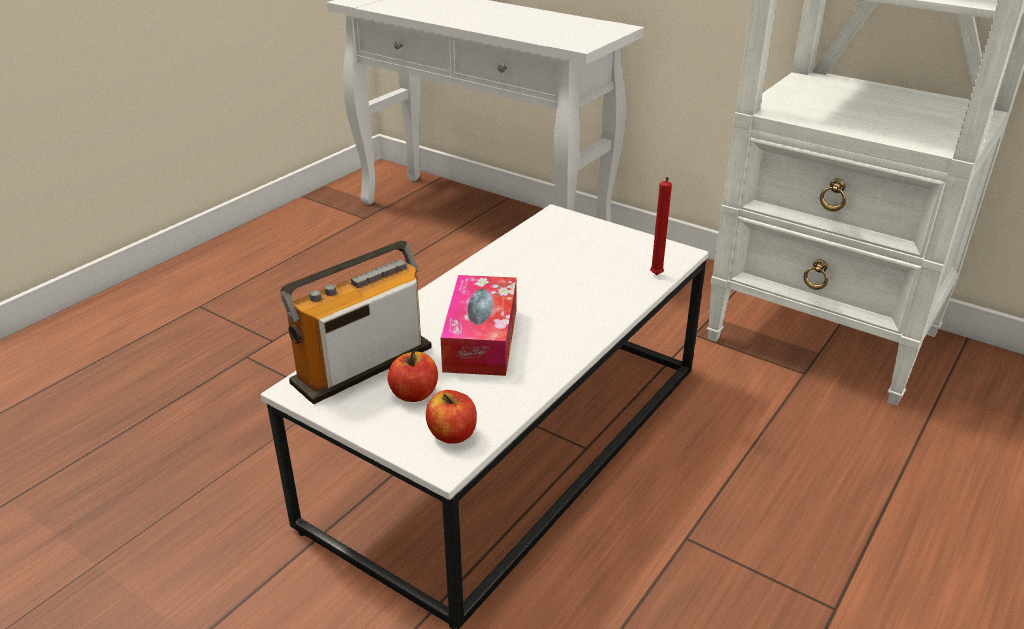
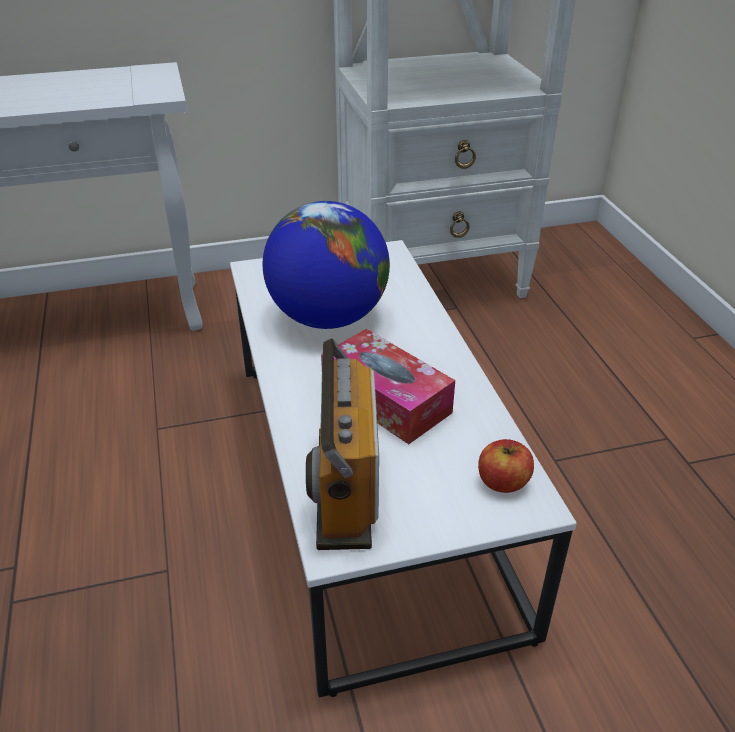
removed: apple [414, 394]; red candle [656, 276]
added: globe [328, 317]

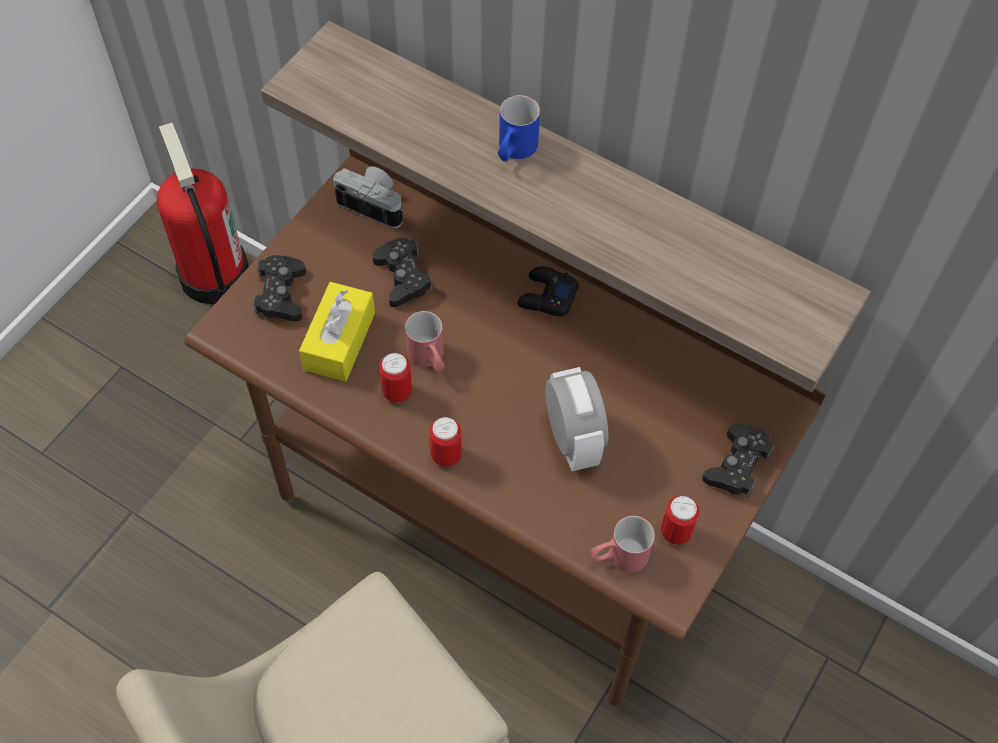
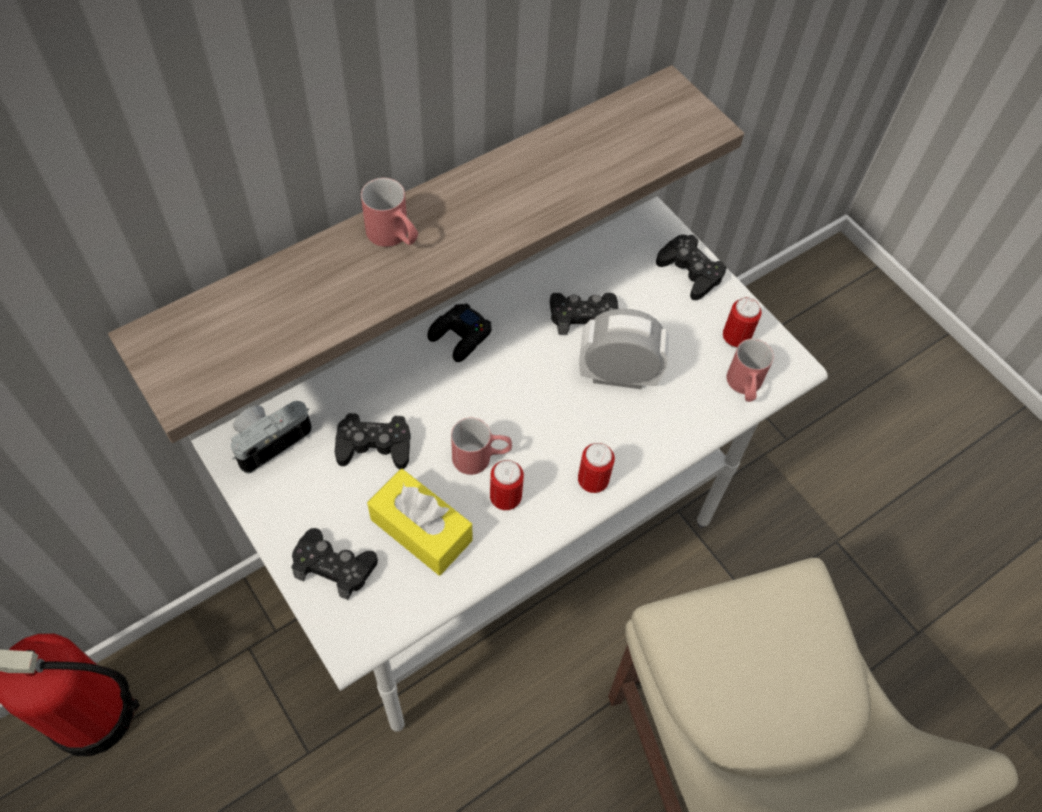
added: black game controller [583, 316]
recoloured: brown desk [495, 524] to white desk [508, 550]; blue mug [514, 152] to red mug [394, 237]

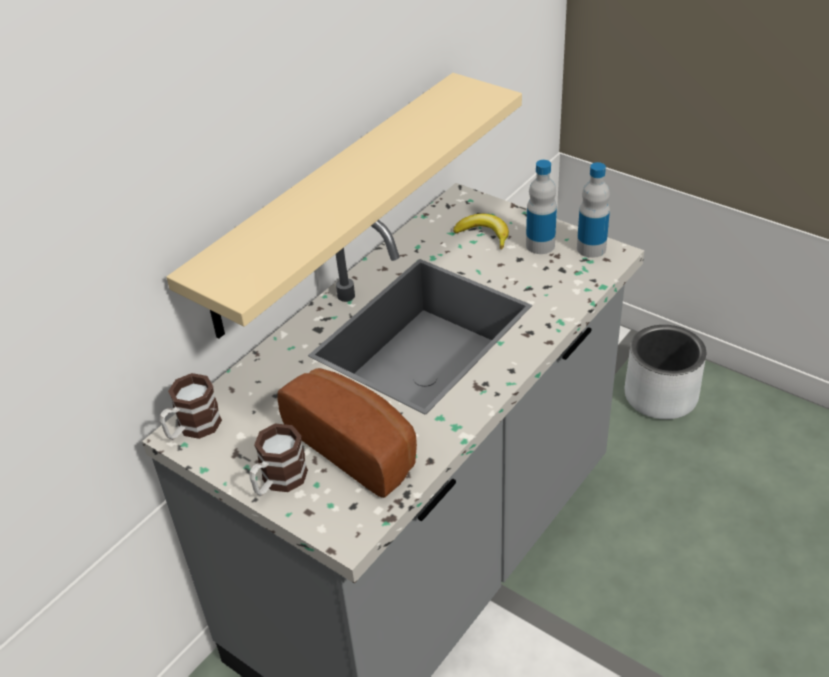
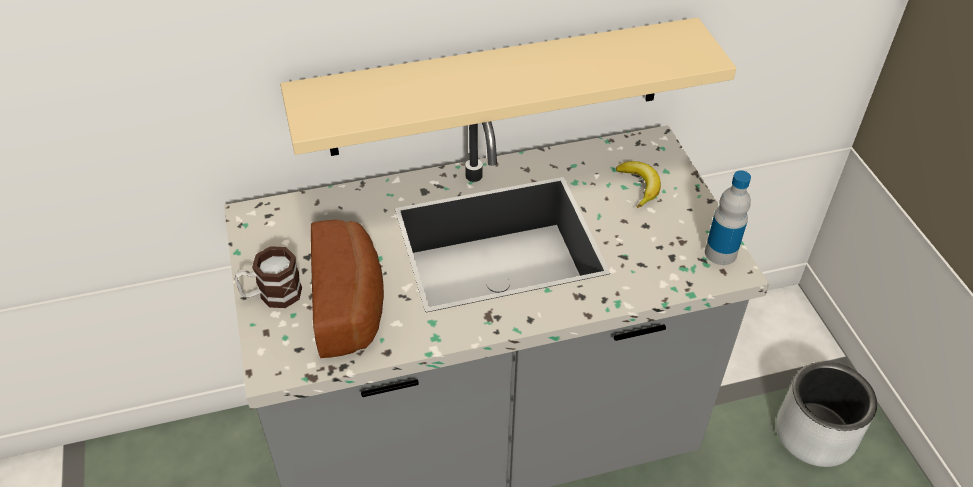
removed: mug [192, 428]; bottle [540, 245]

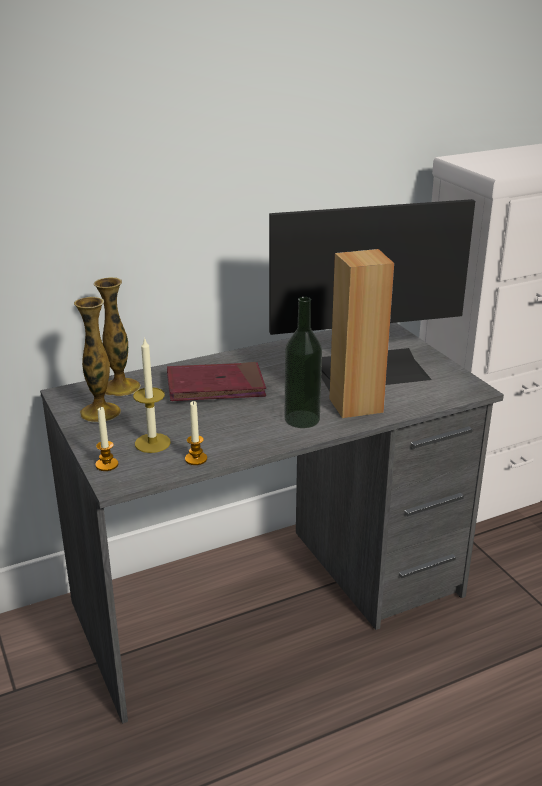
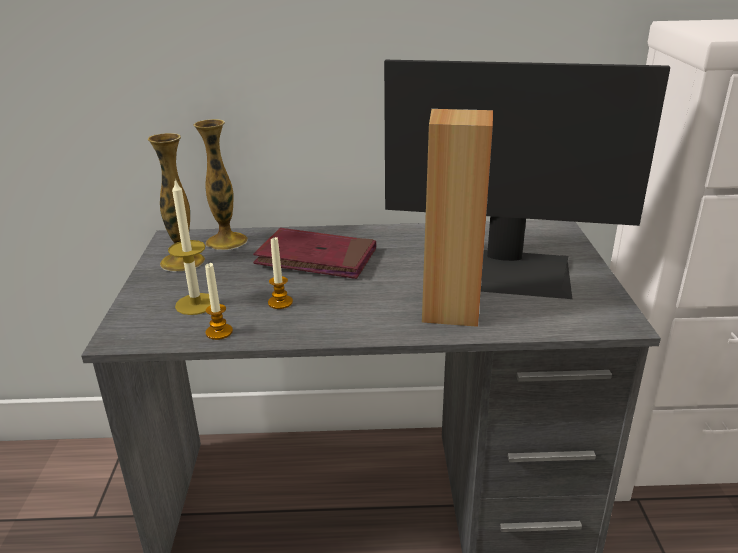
removed: bottle [302, 419]
moved: candle [107, 465] to [280, 302]

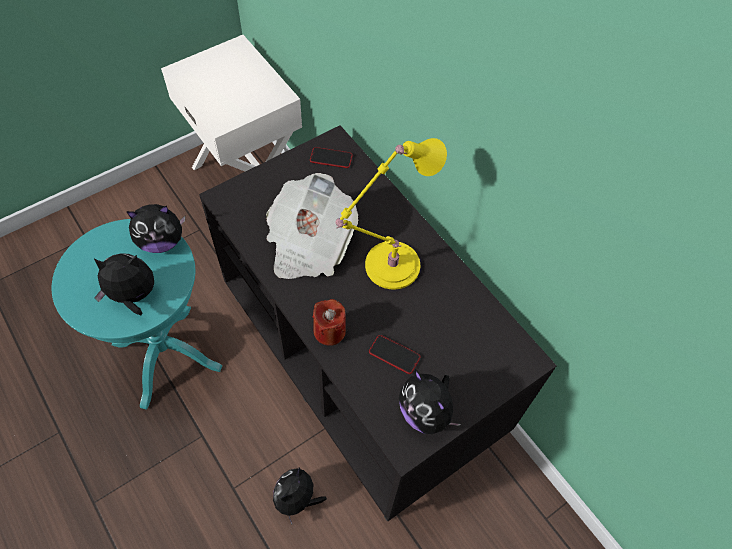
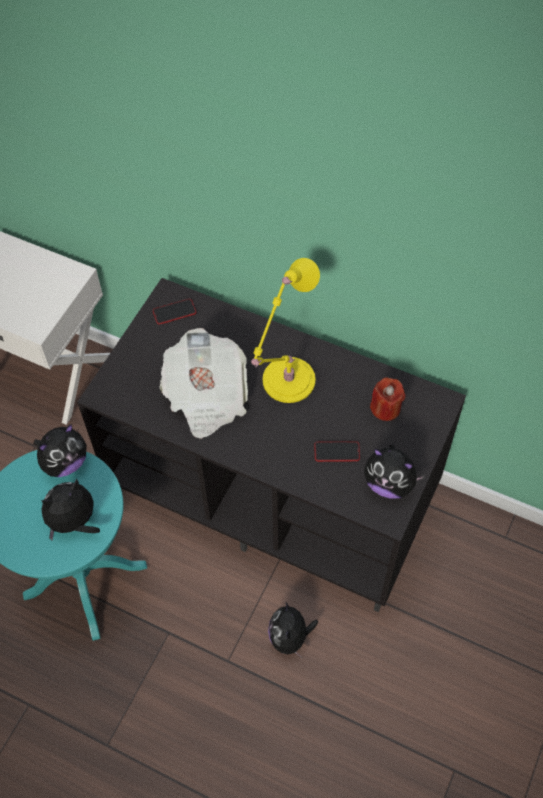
moved: red candle [329, 331] to [385, 408]

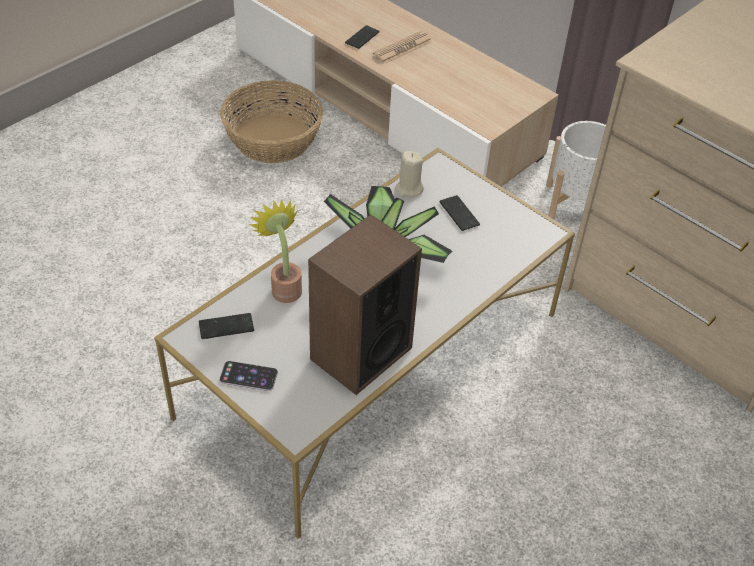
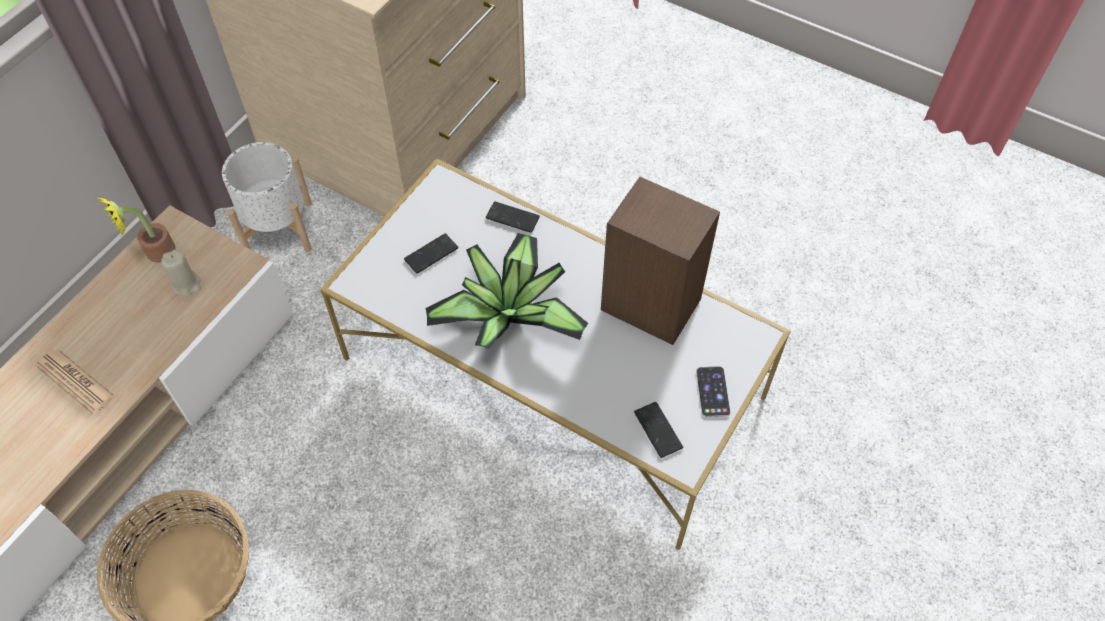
moved: potted plant [284, 287] to [154, 254]; beige candle [409, 189] to [187, 284]; phone [362, 38] to [512, 218]

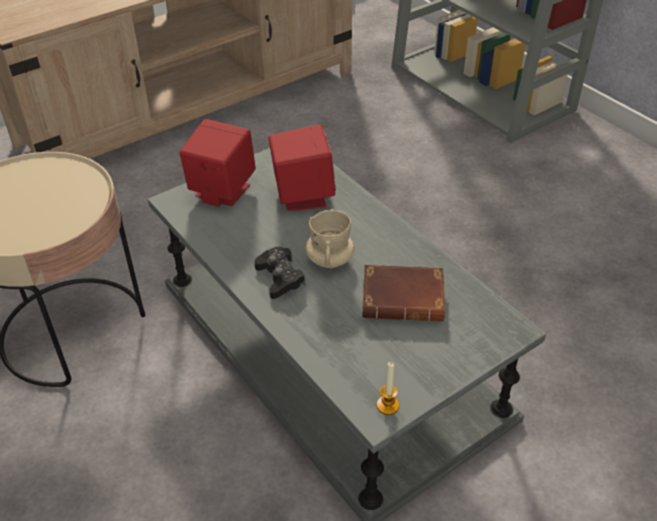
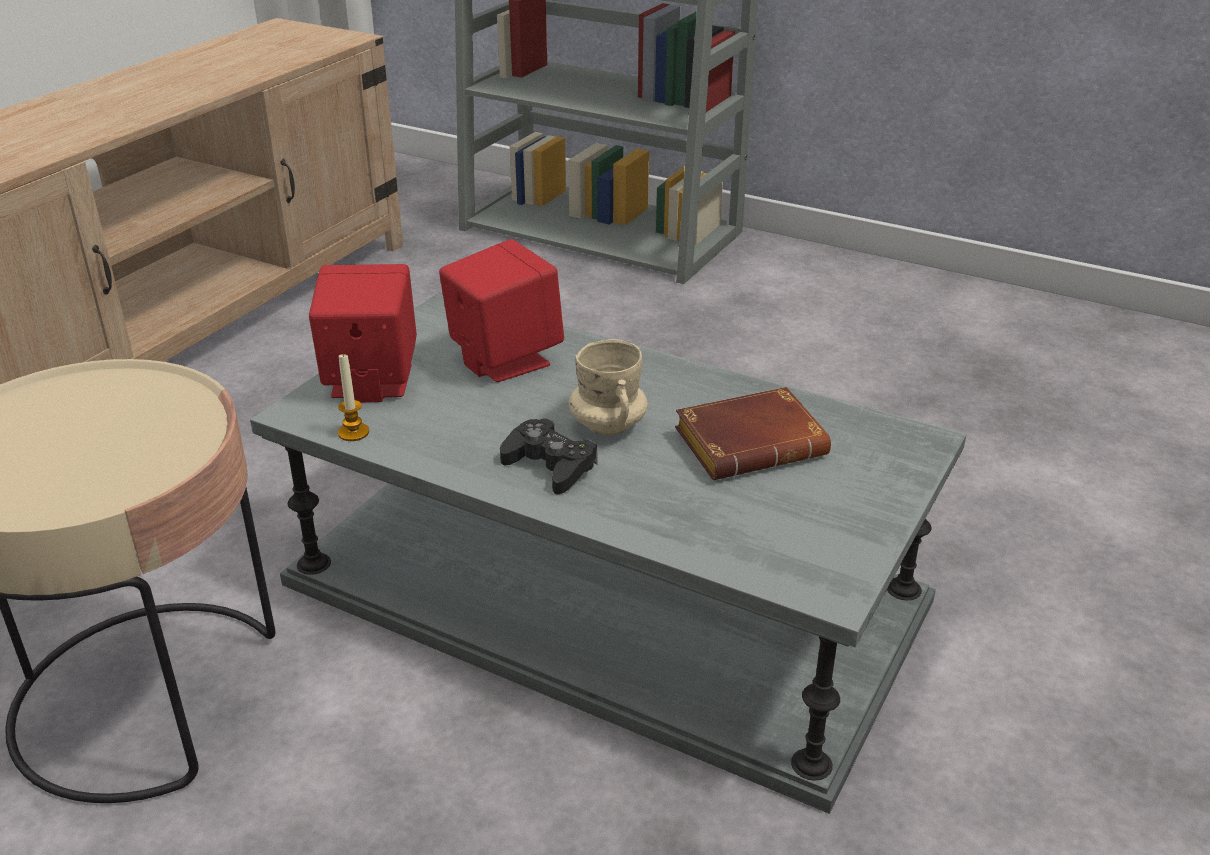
moved: candle [387, 405] to [353, 433]

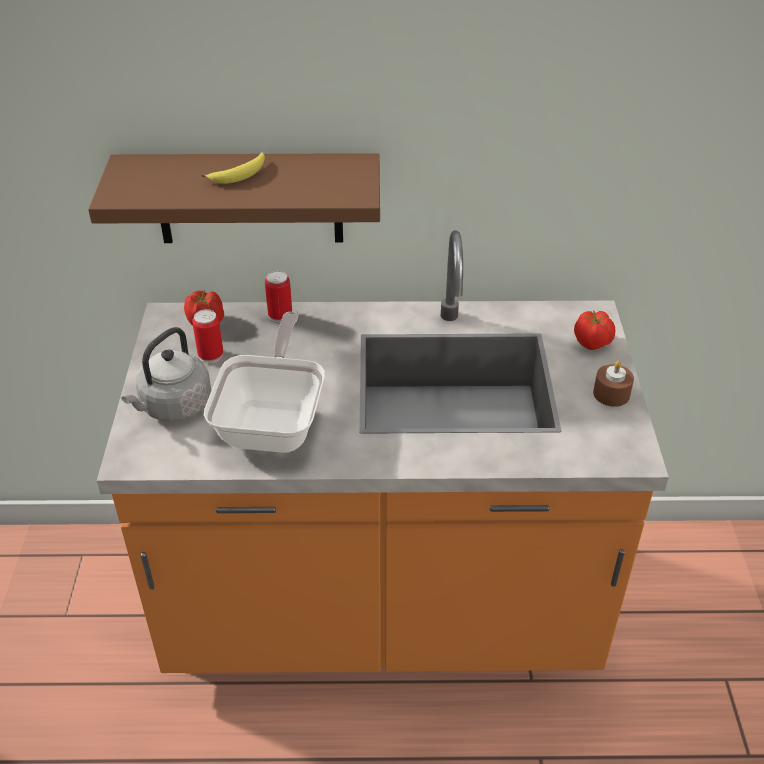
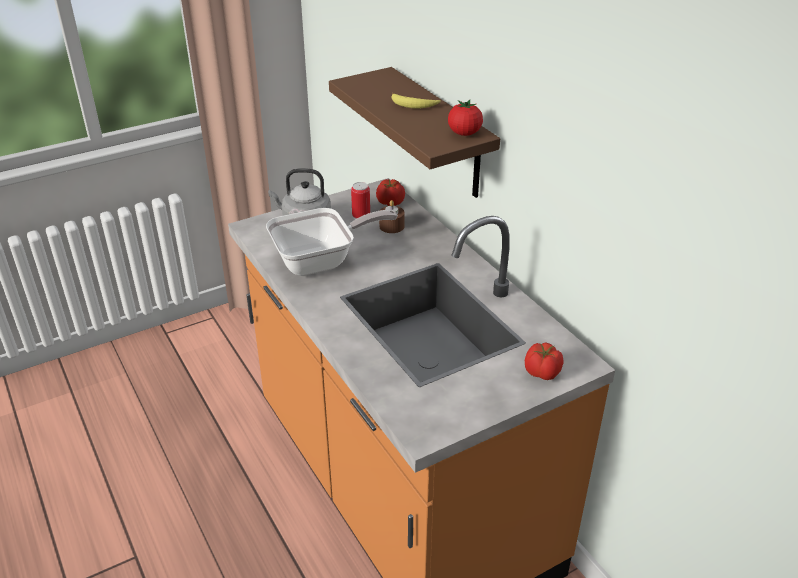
removed: can [280, 315]
added: tomato [464, 133]
moved: brown candle [611, 394] to [391, 226]

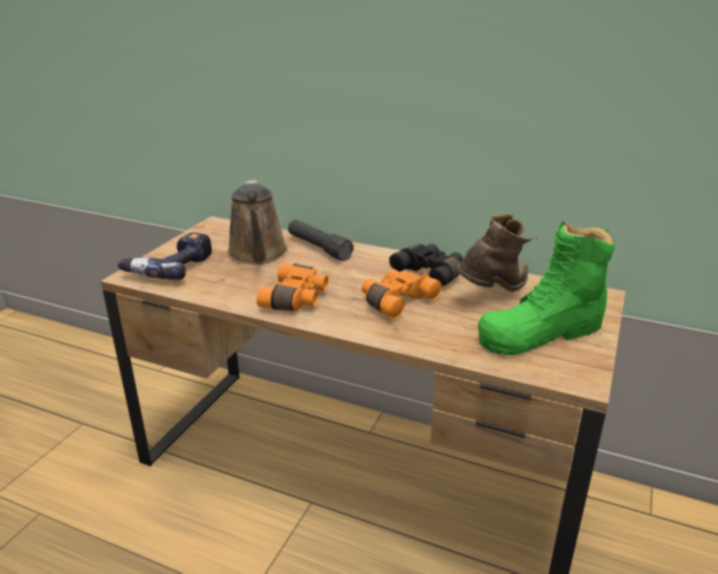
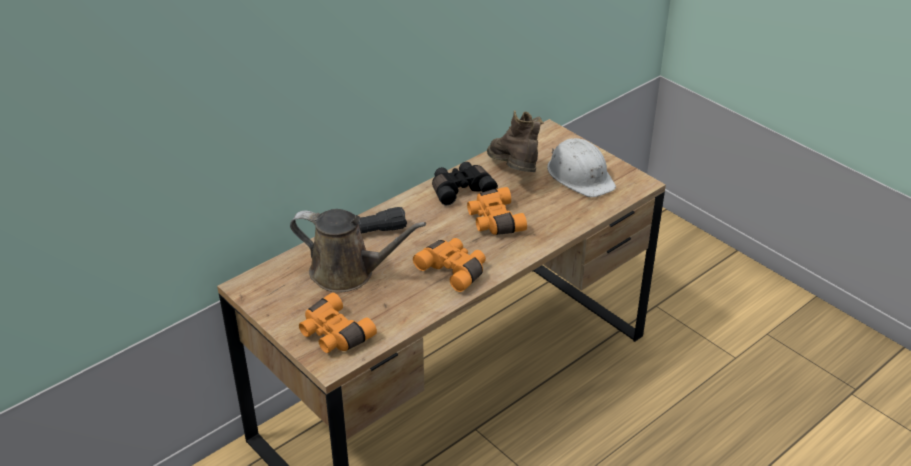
replaced: power drill [170, 268] to orange binoculars [333, 334]; green boot [541, 333] to white hard hat [580, 175]

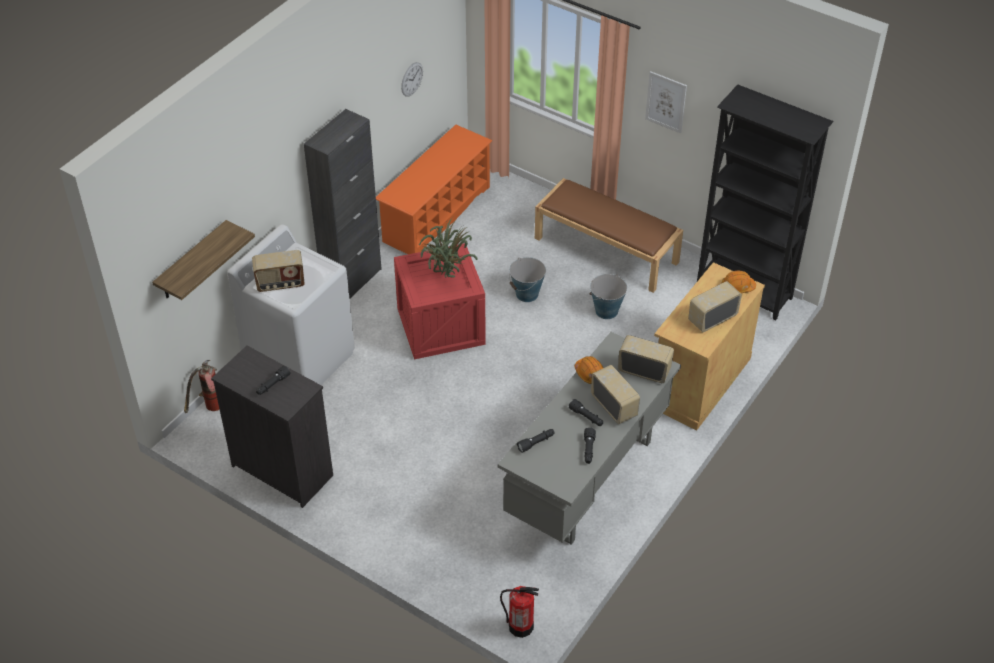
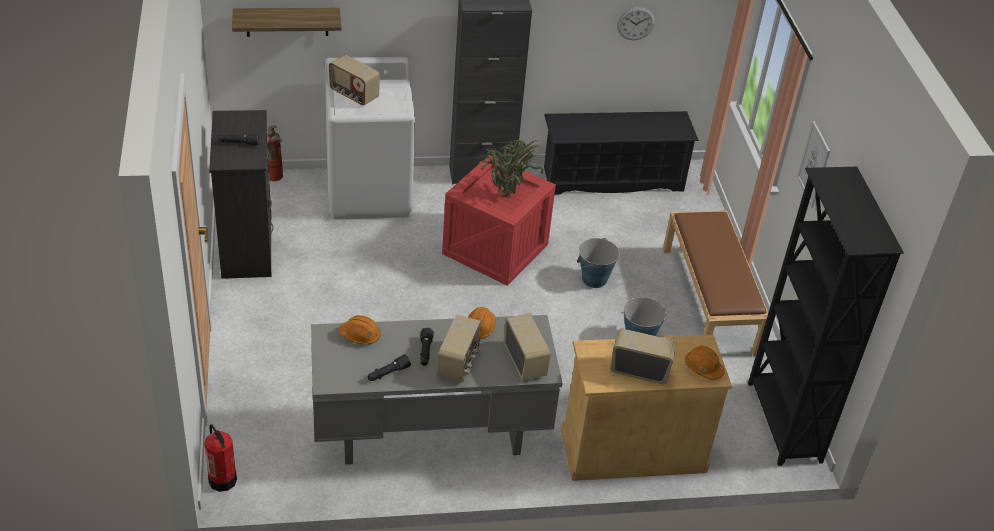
replaced: black flashlight [536, 443] to orange hard hat [360, 335]
recoloured: orange shoe rack [436, 214] to black shoe rack [612, 179]

